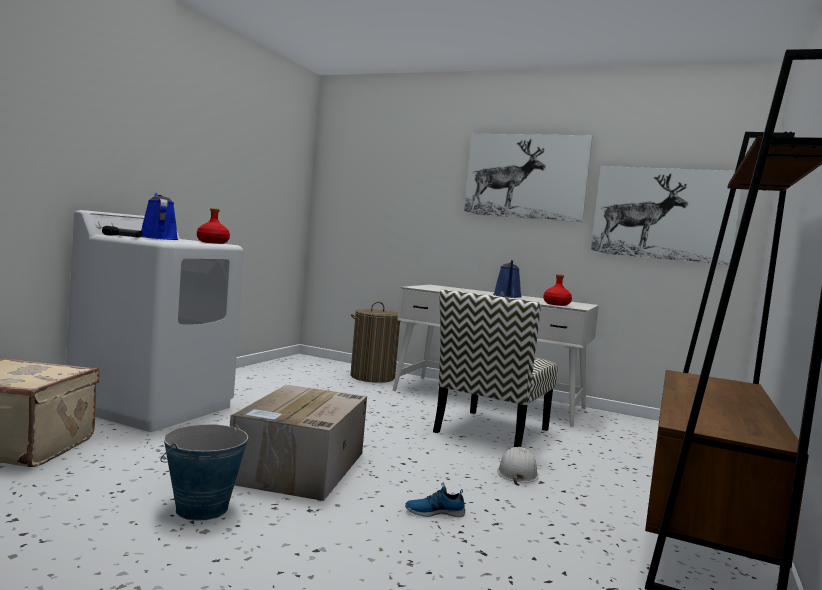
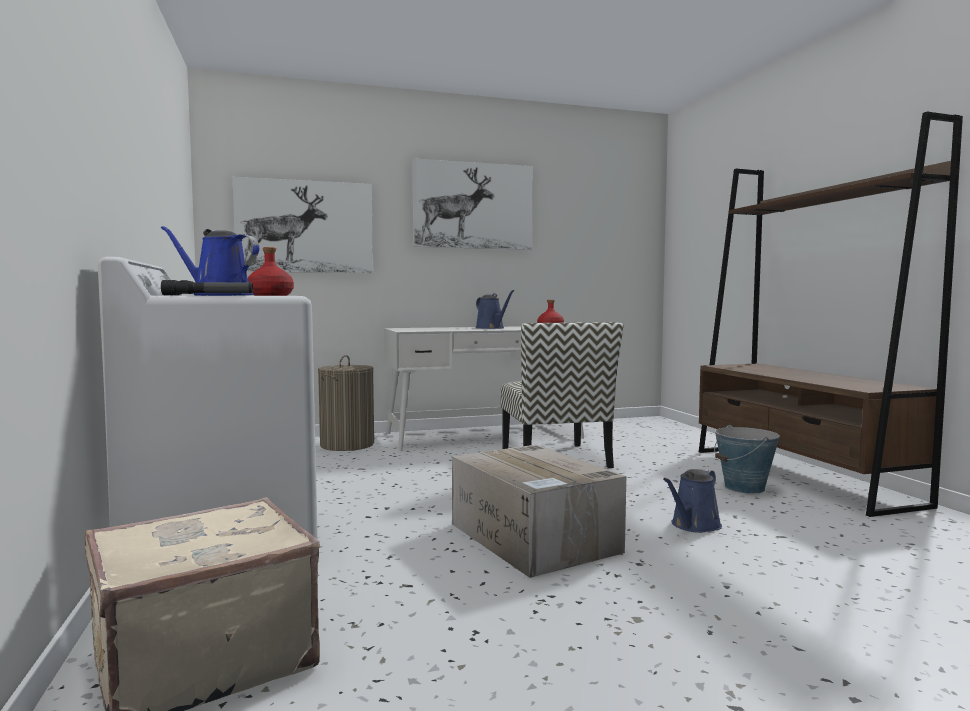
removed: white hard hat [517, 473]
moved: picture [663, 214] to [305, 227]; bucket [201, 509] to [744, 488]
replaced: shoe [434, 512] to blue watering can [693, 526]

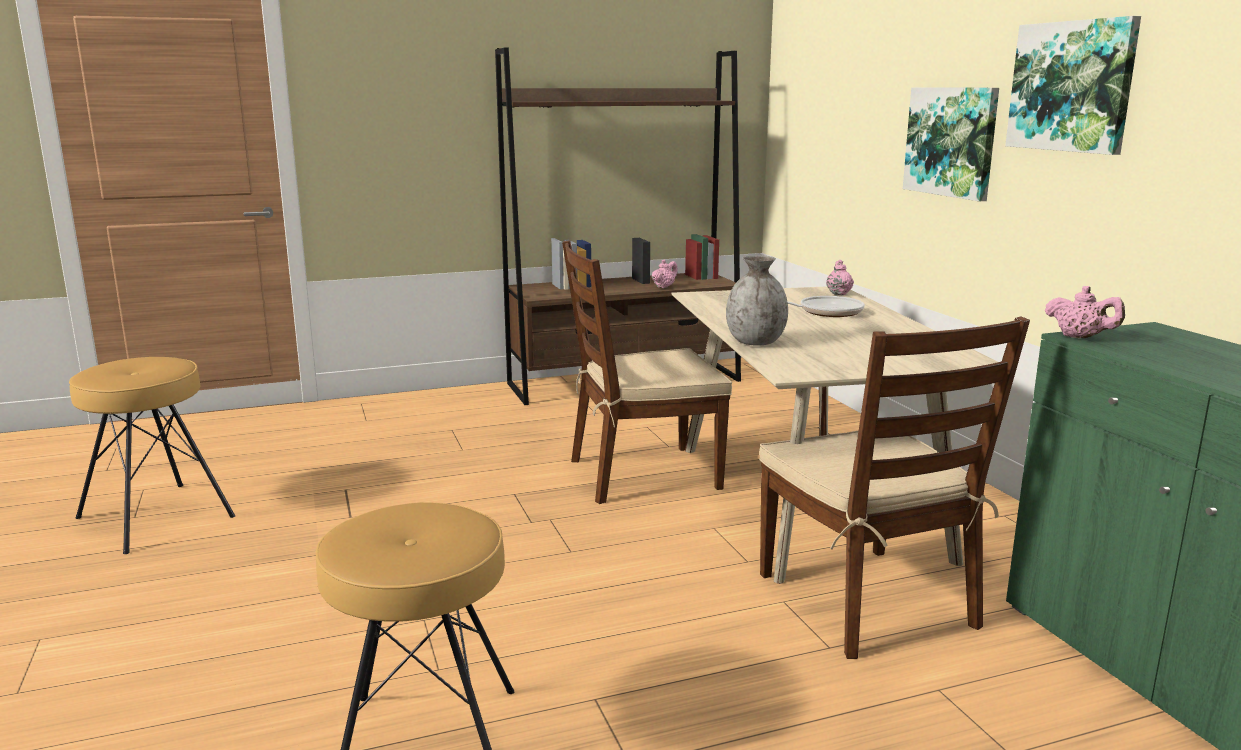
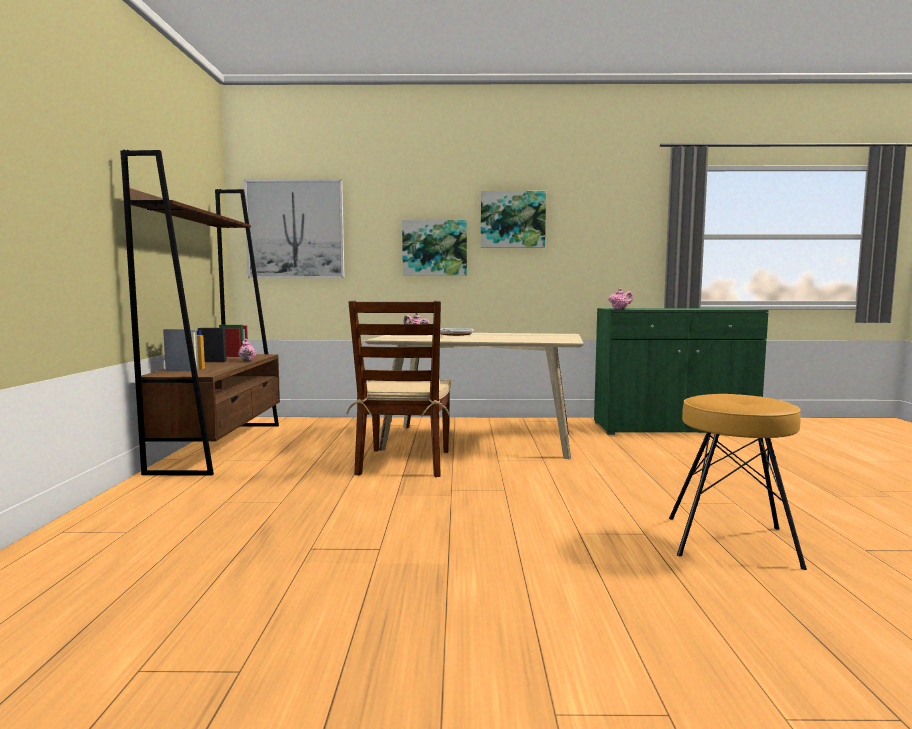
removed: brown stool [156, 516]; grey vase [756, 342]; brown chair [867, 601]
added: picture [295, 229]

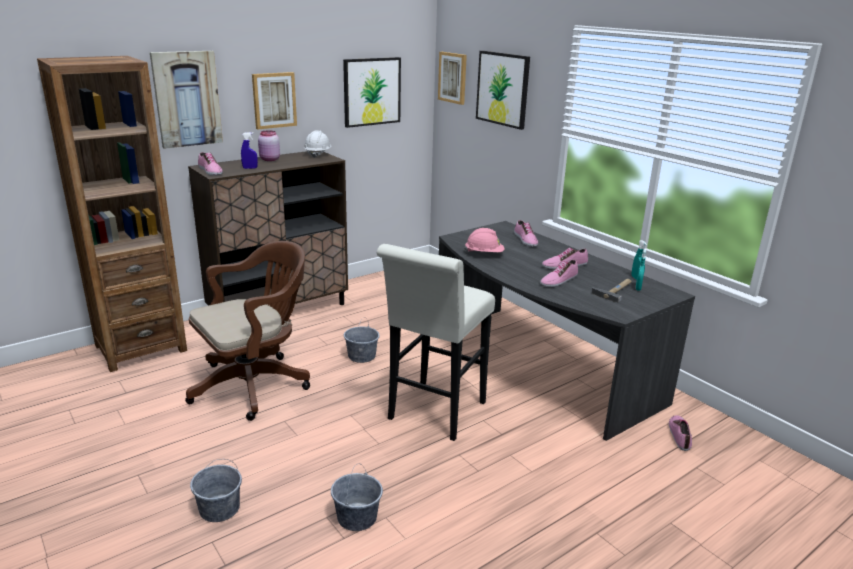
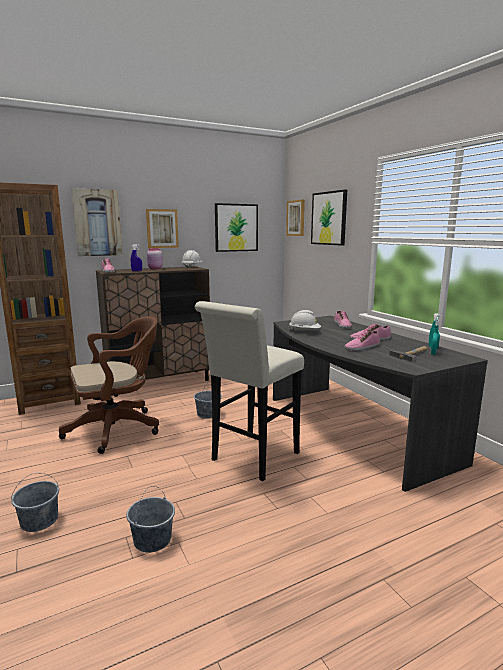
removed: shoe [680, 435]
recoloured: pink hard hat [484, 254] to white hard hat [304, 331]

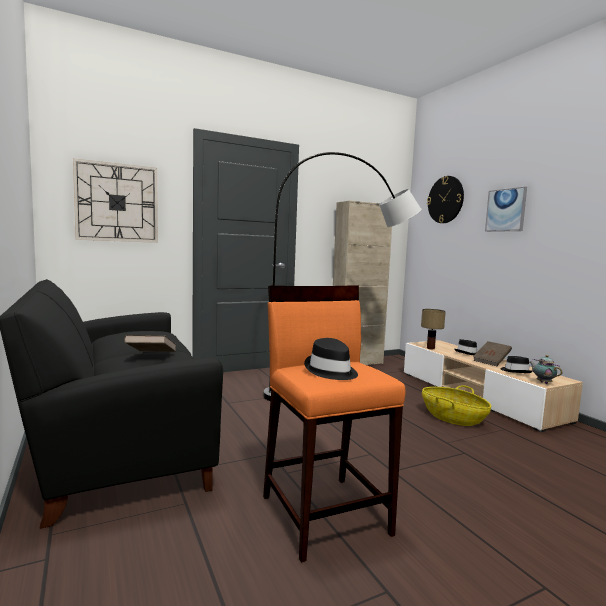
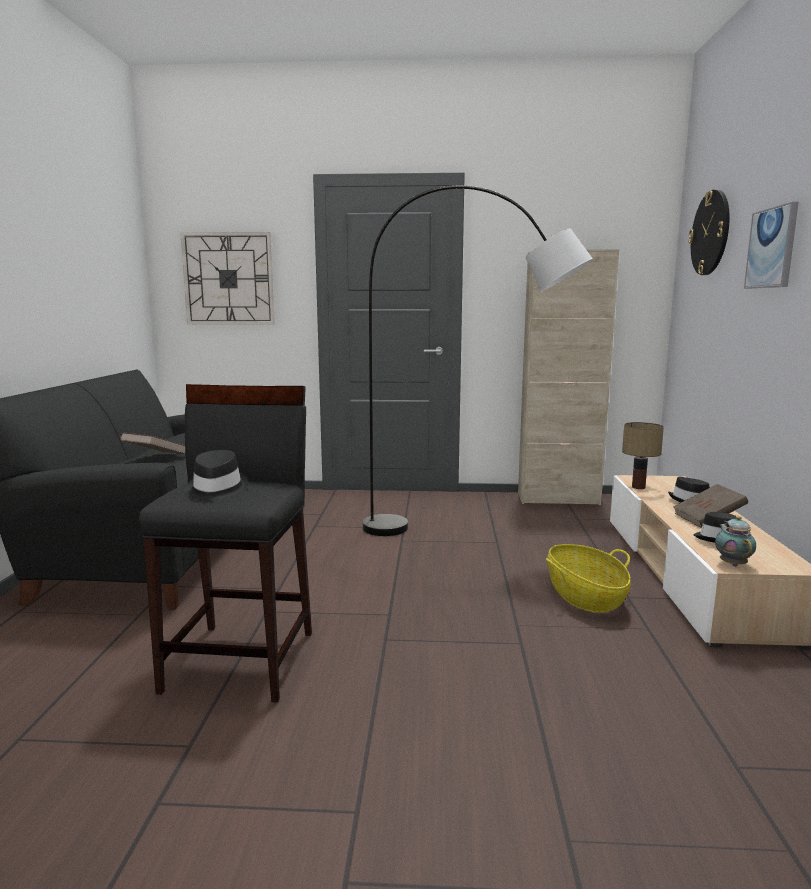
recoloured: orange stool [325, 513] to black stool [242, 660]

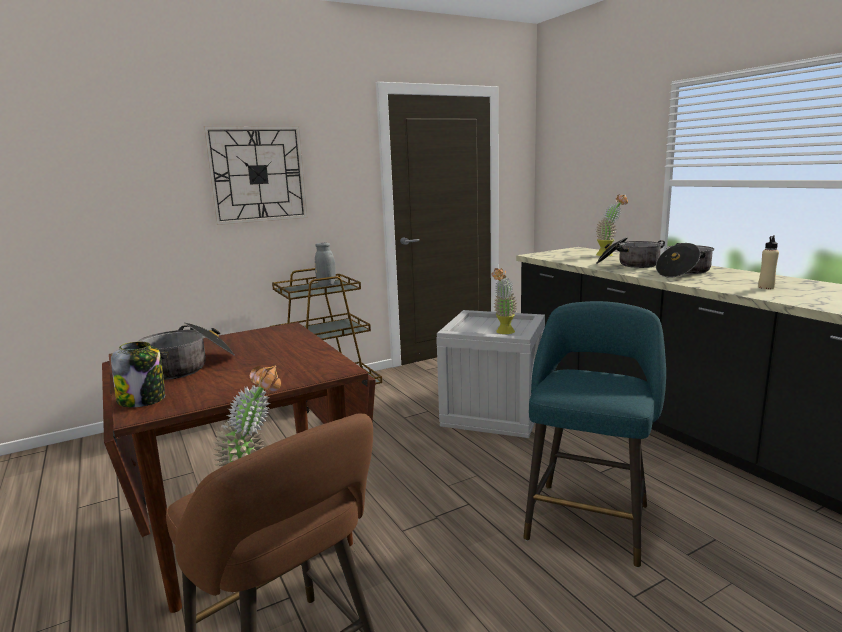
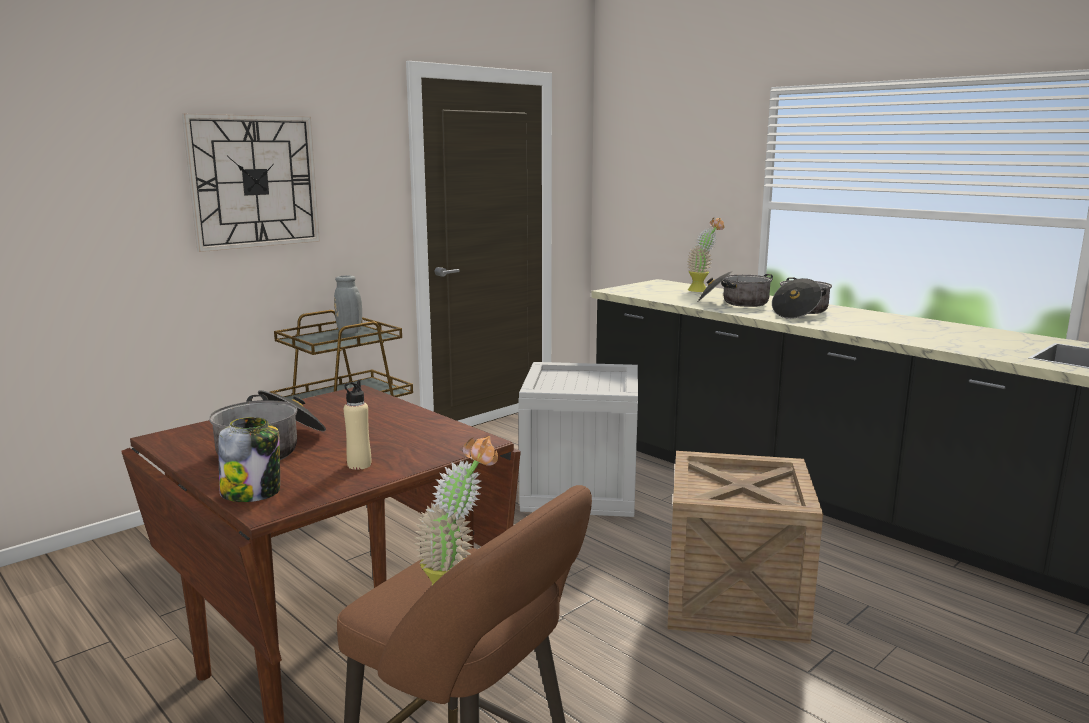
removed: potted plant [503, 333]
moved: beige bottle [766, 287] to [359, 465]
replaced: turquoise stool [589, 518] to crate [734, 599]

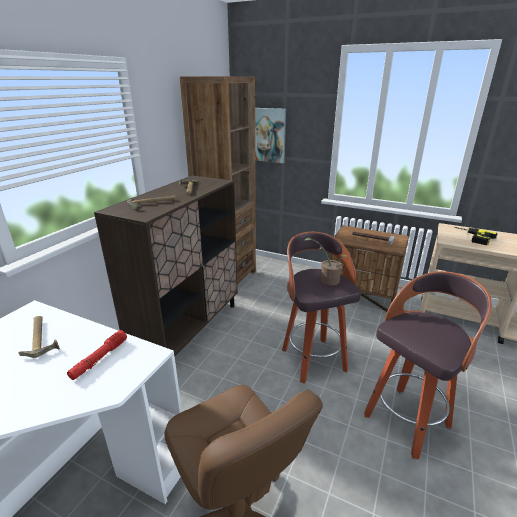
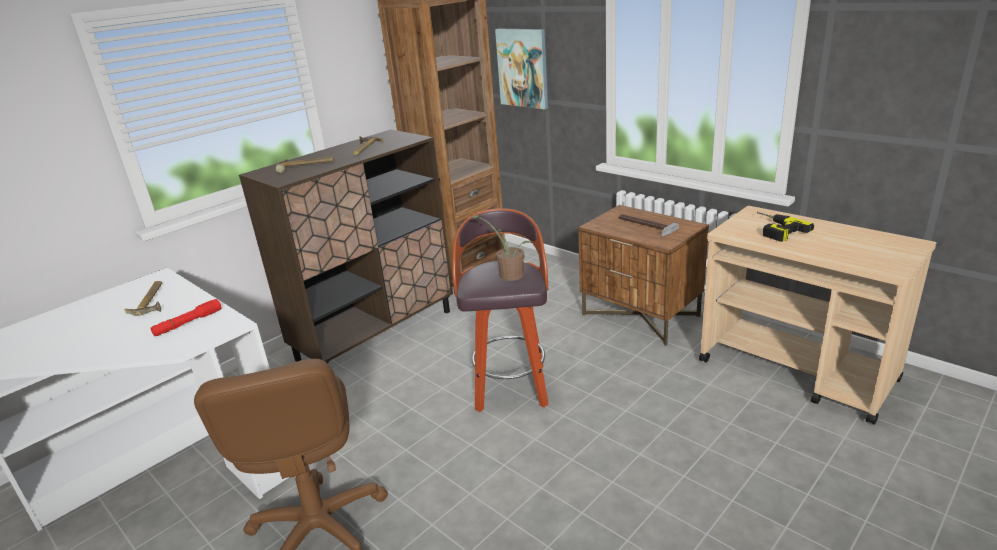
removed: stool [407, 419]

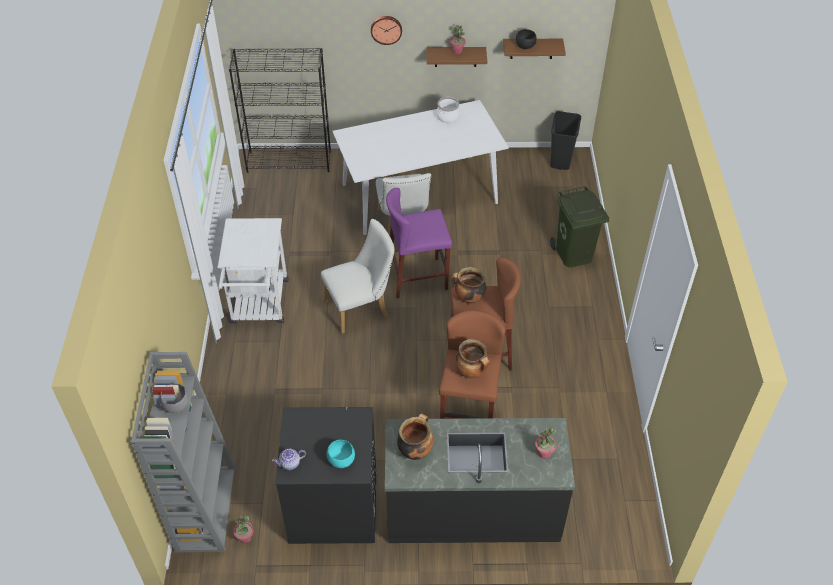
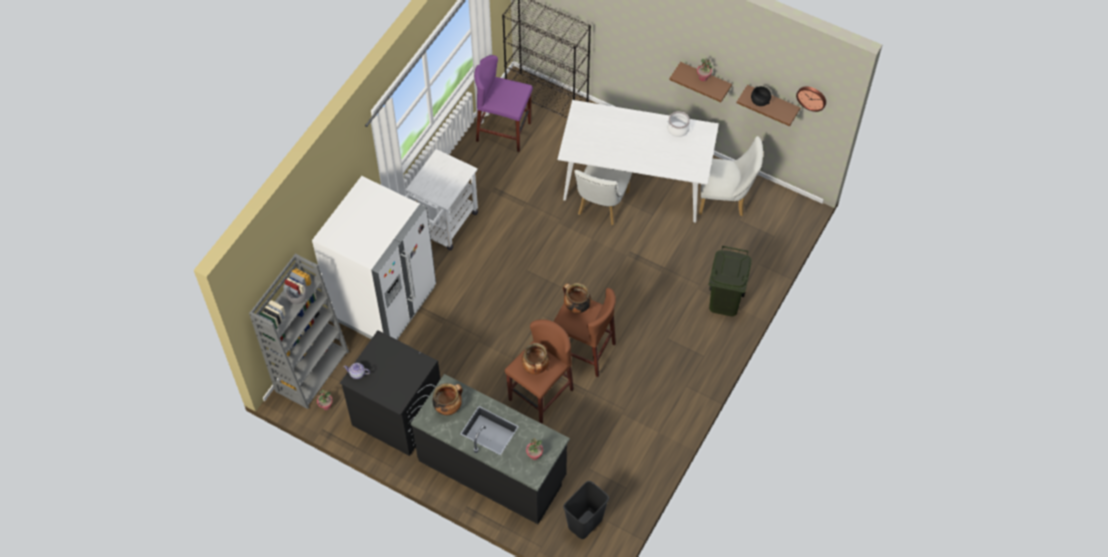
removed: turquoise bowl [341, 460]
added: white fridge [384, 303]
moved: purple stool [417, 277] to [503, 131]; black trash can [561, 161] to [585, 524]; white chair [361, 308] to [726, 200]; wall clock [386, 29] to [812, 97]

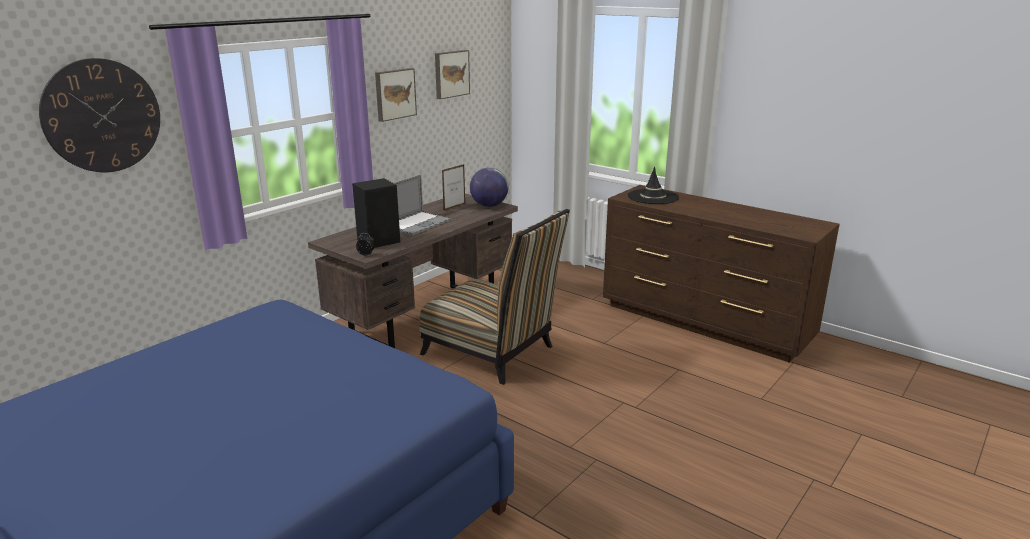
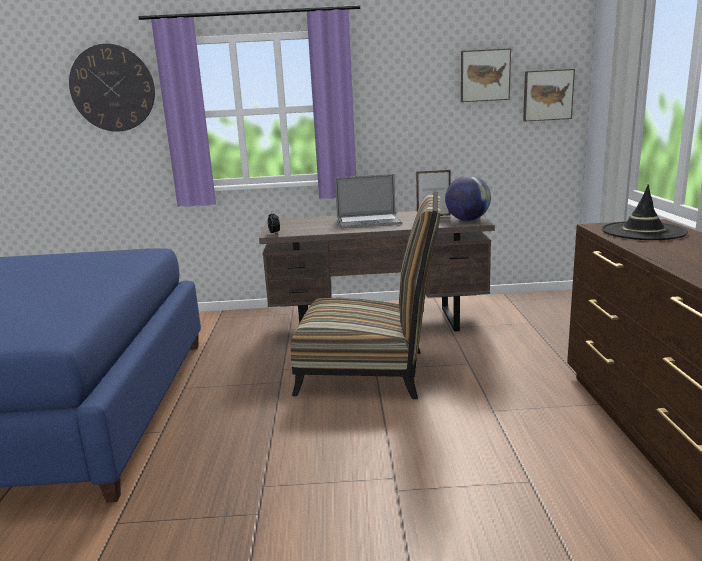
removed: black speaker [379, 241]
moved: picture [394, 94] to [547, 95]
turned: chair [494, 353] = [371, 373] 75 degrees counterclockwise

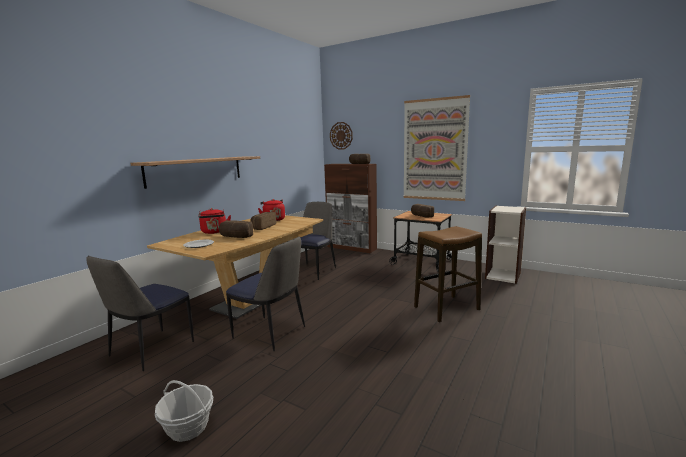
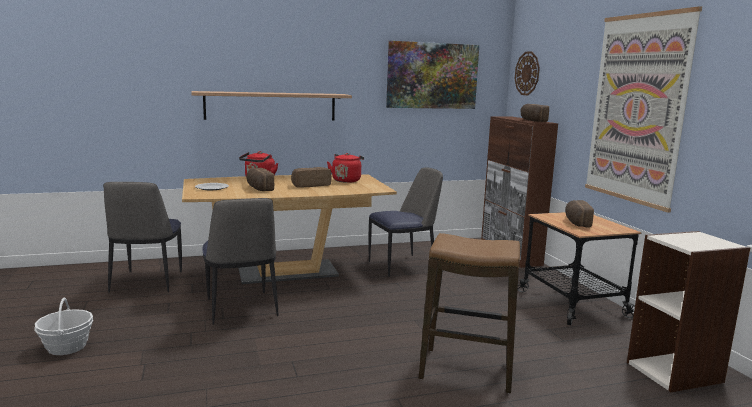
added: picture [432, 76]
turned: chair [150, 350] = [146, 282] 75 degrees counterclockwise

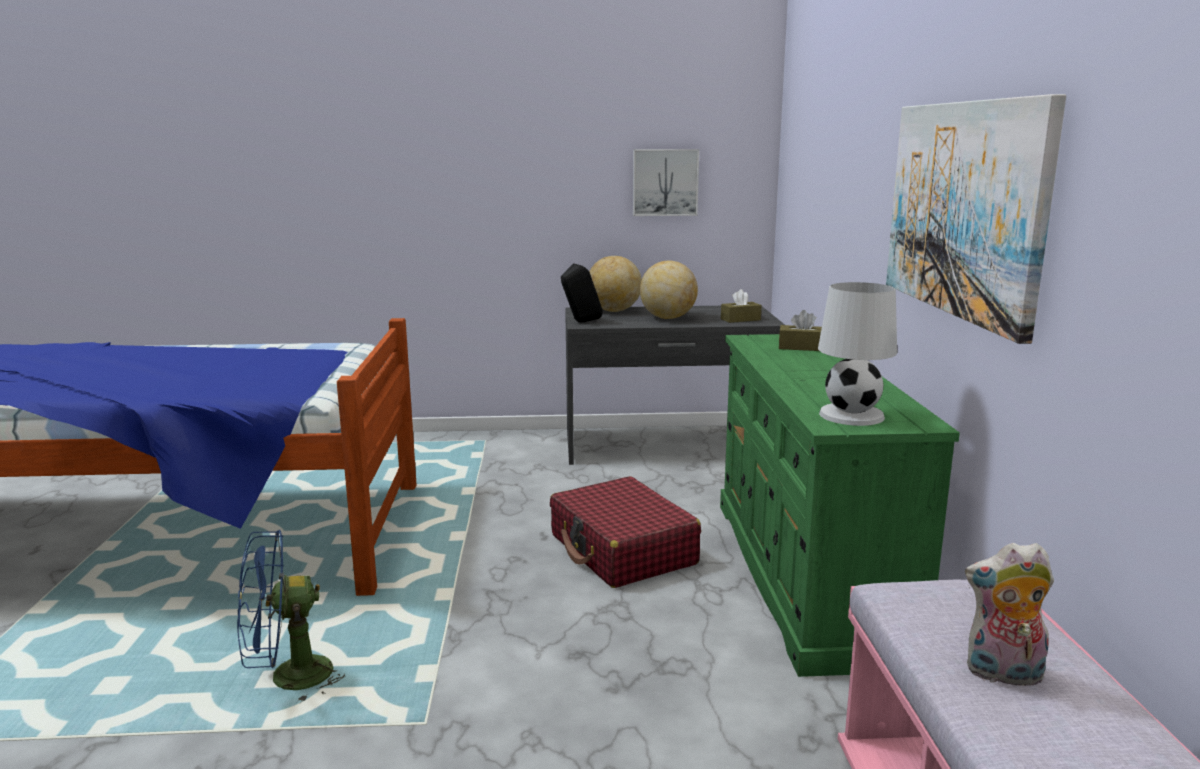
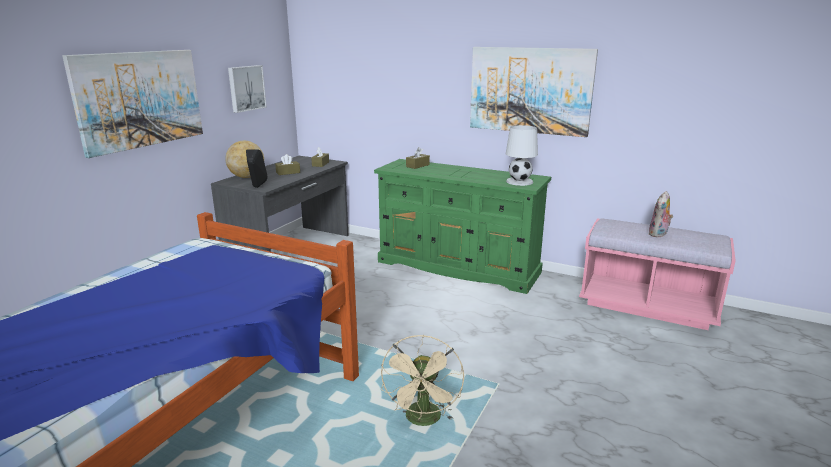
removed: red suitcase [622, 550]
added: picture [140, 99]
replaced: globe [667, 318] to brown tissue box [288, 172]
recoloured: blue fan [288, 679] to beige fan [424, 421]

